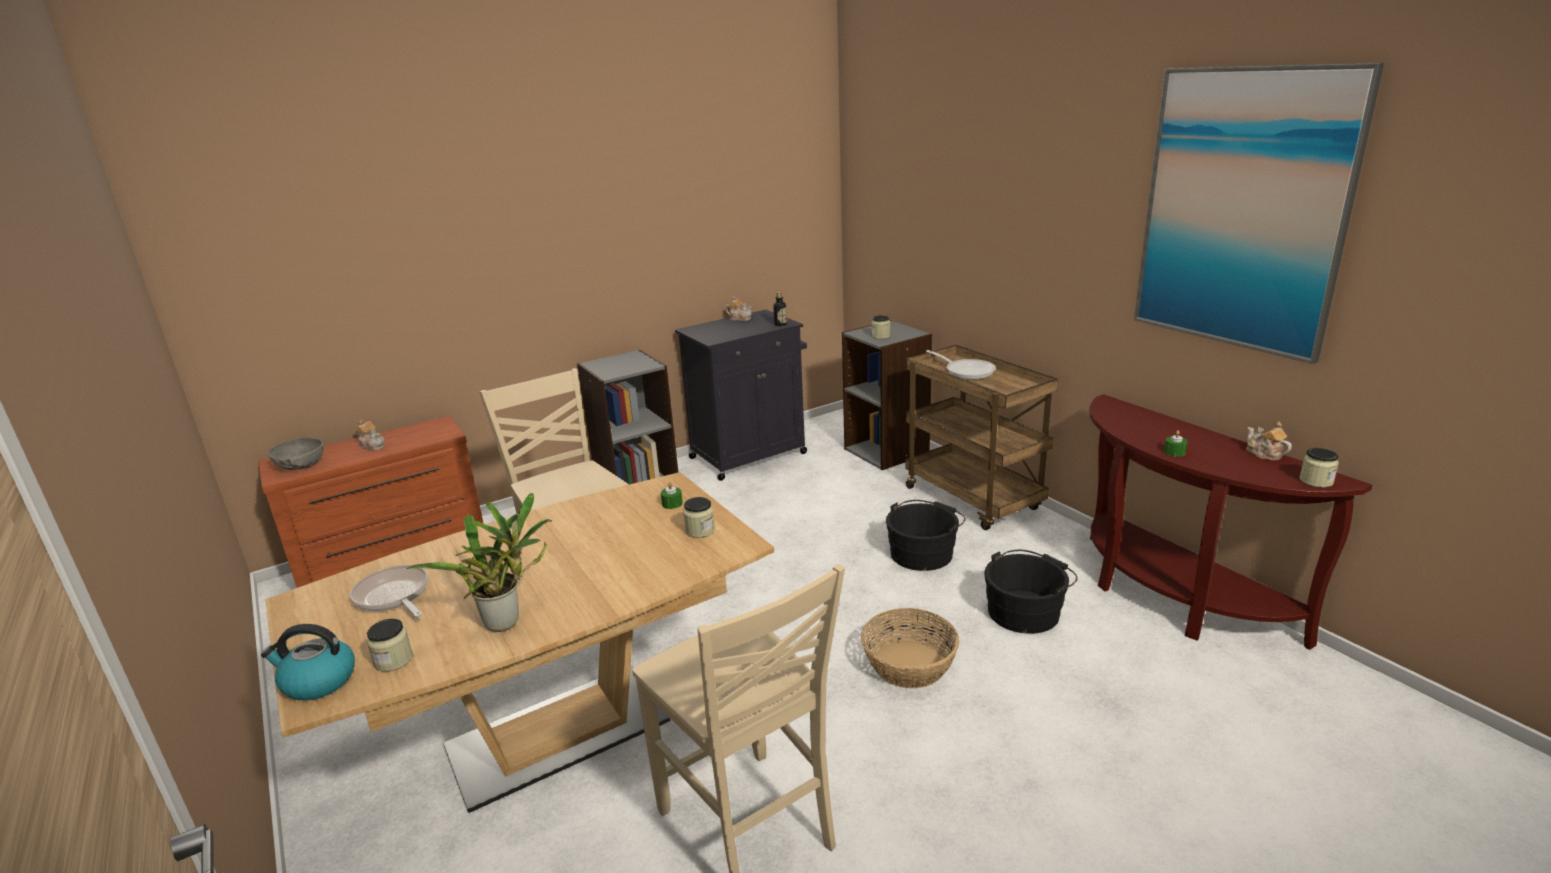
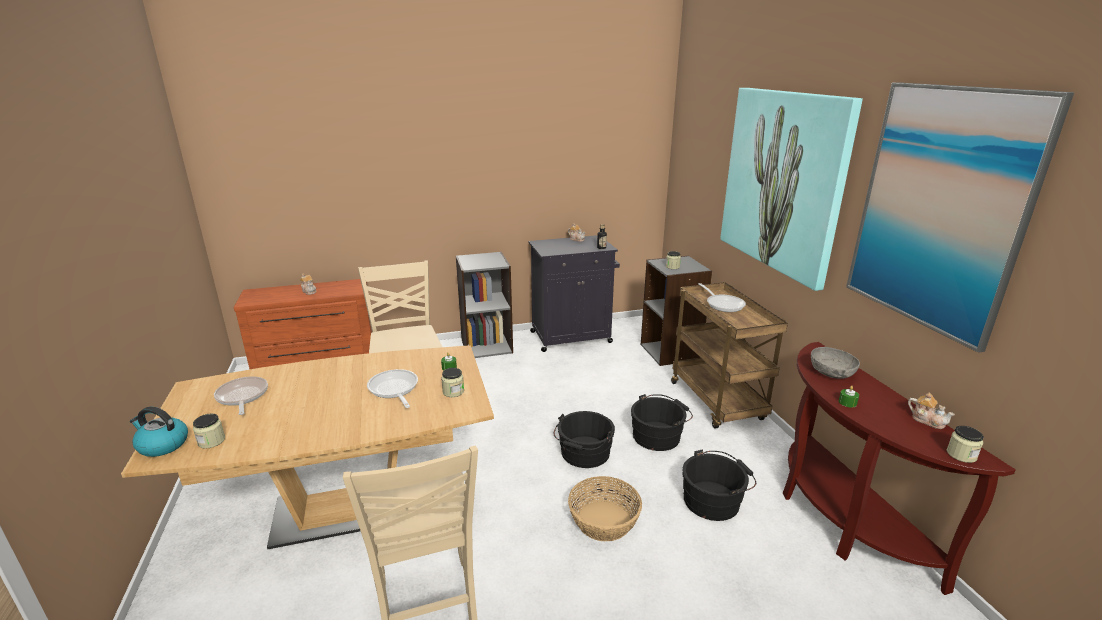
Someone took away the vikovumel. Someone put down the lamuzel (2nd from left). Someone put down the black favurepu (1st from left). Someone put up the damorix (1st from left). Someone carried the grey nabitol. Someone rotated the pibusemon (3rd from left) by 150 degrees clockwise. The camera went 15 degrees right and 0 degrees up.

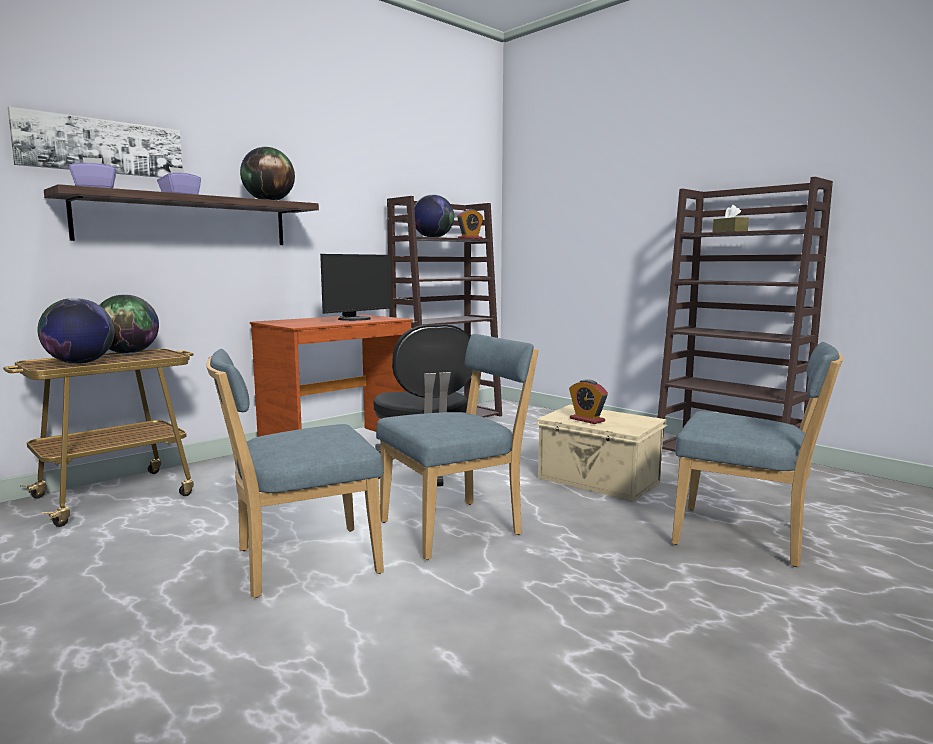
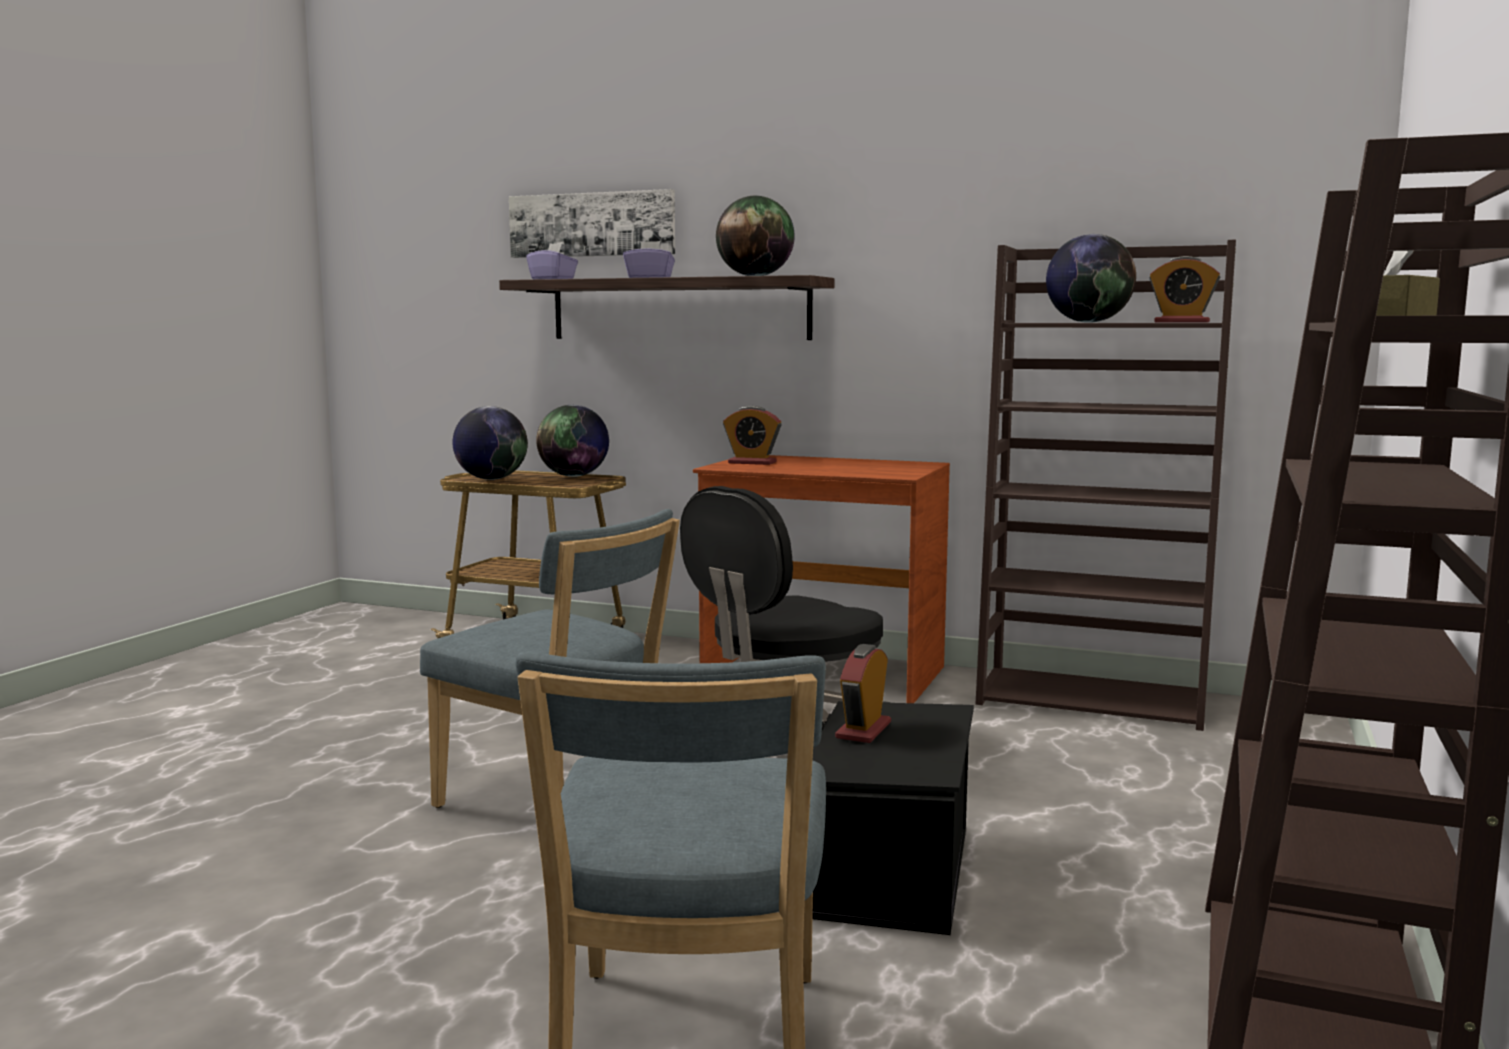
Someone took away the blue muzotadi (1st from left). Someone took away the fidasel. Someone put down the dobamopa (1st from left). Someone repainted the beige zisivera, which became the black zisivera. The camera went 65 degrees right and 0 degrees up.

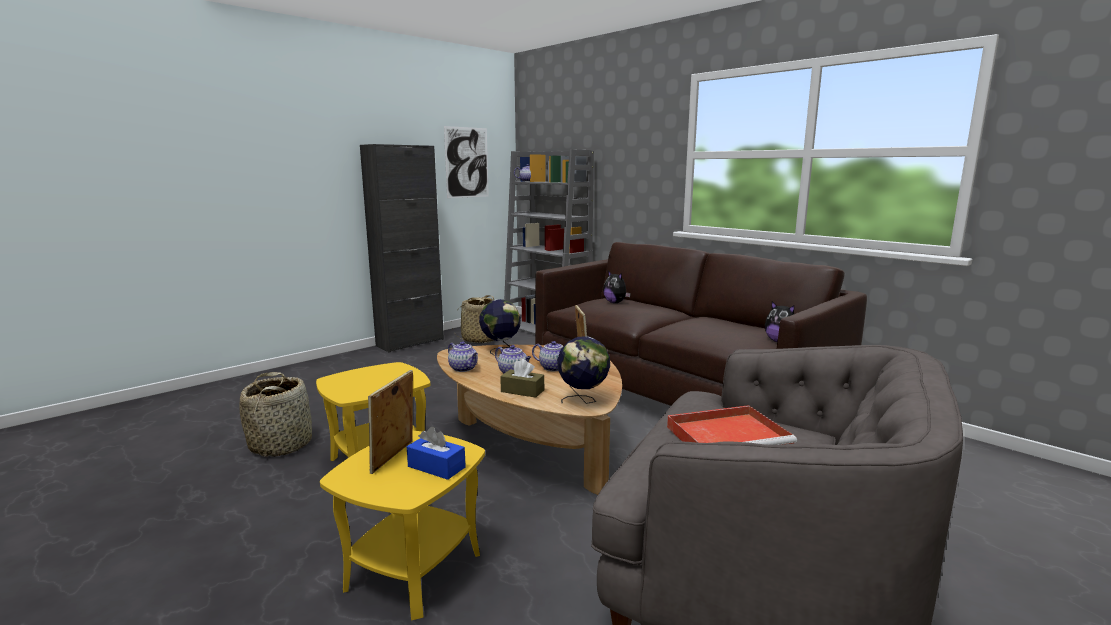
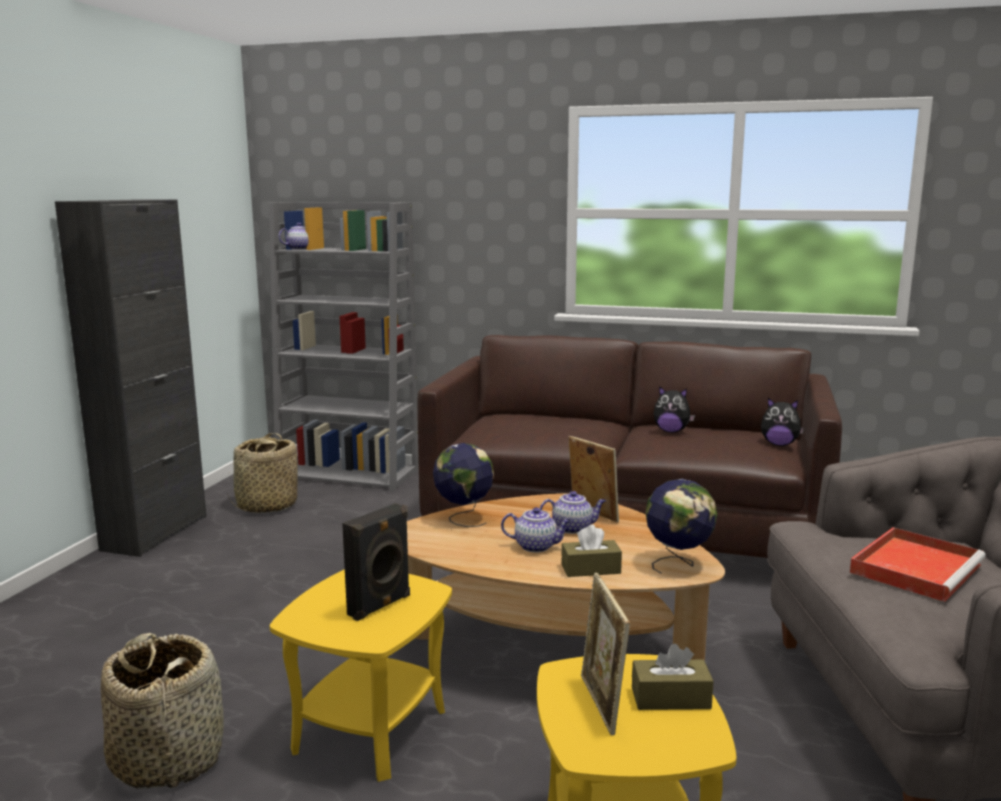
Someone took away the damorix. Someone took away the pibusemon (1st from left). Someone put down the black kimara. Someone carried the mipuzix (1st from left). Someone repainted the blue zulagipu, which became the brown zulagipu (2nd from left). The camera went 30 degrees left and 0 degrees up.

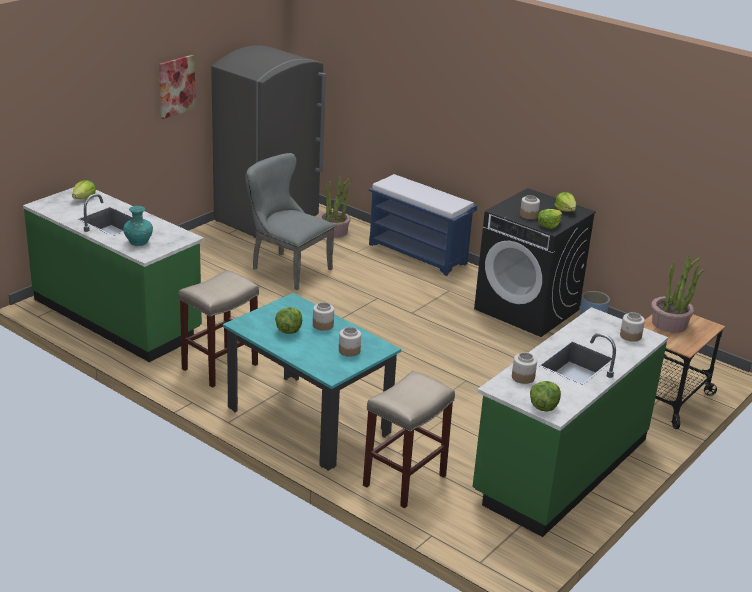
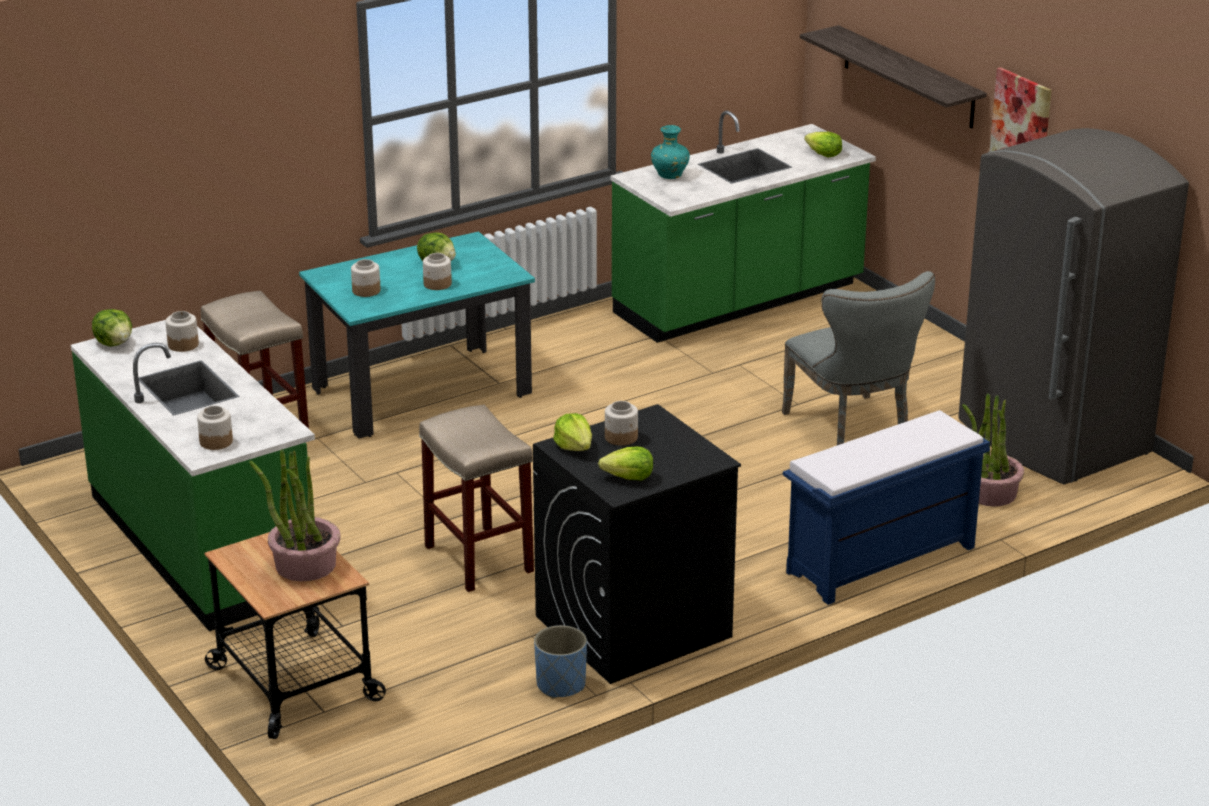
Someone put up the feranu. Someone carried the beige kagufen (1st from left in the first image). Someone rotated the grey muzotadi by 105 degrees clockwise. The camera went 110 degrees right and 0 degrees up.

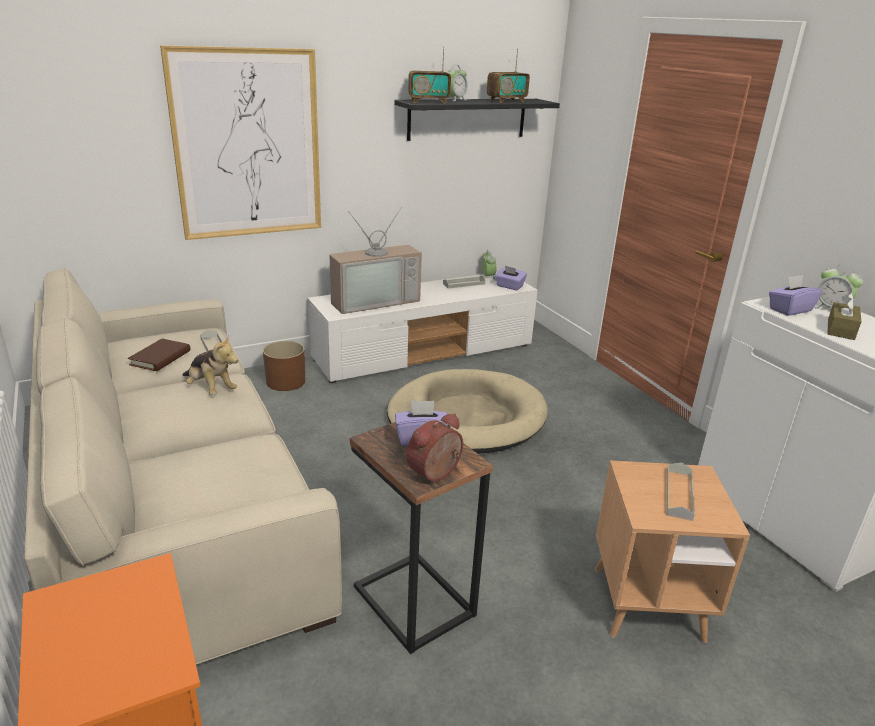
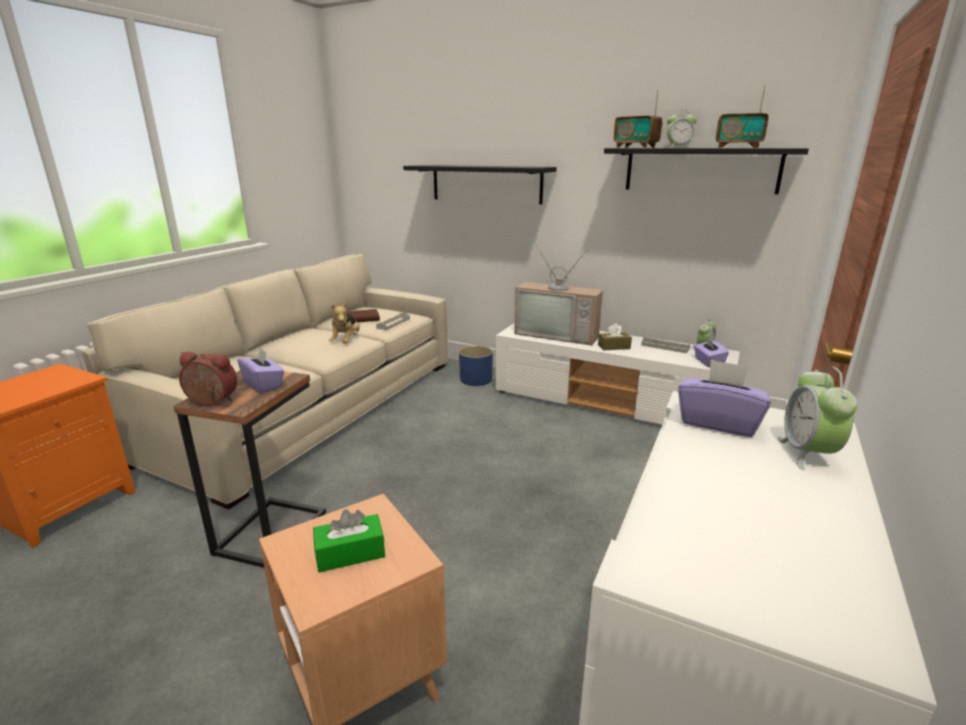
Someone took away the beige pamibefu. Someone carried the brown zulagipu. Someone swapped the damorix for the black feranu (1st from left). Someone swapped the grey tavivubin (3rd from left) for the green zulagipu. Someone repainted the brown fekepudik, which became the blue fekepudik. The camera went 55 degrees right and 5 degrees down.

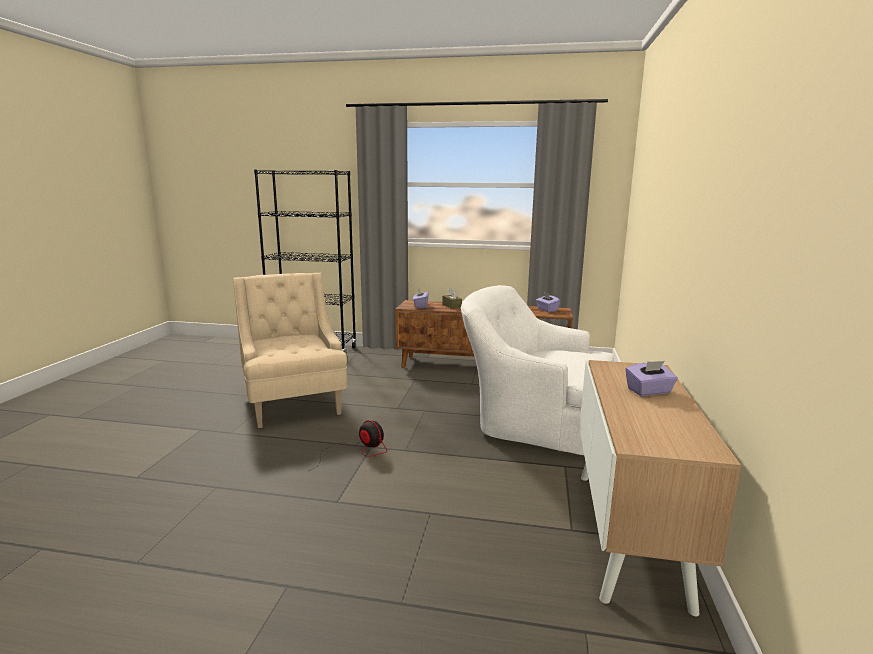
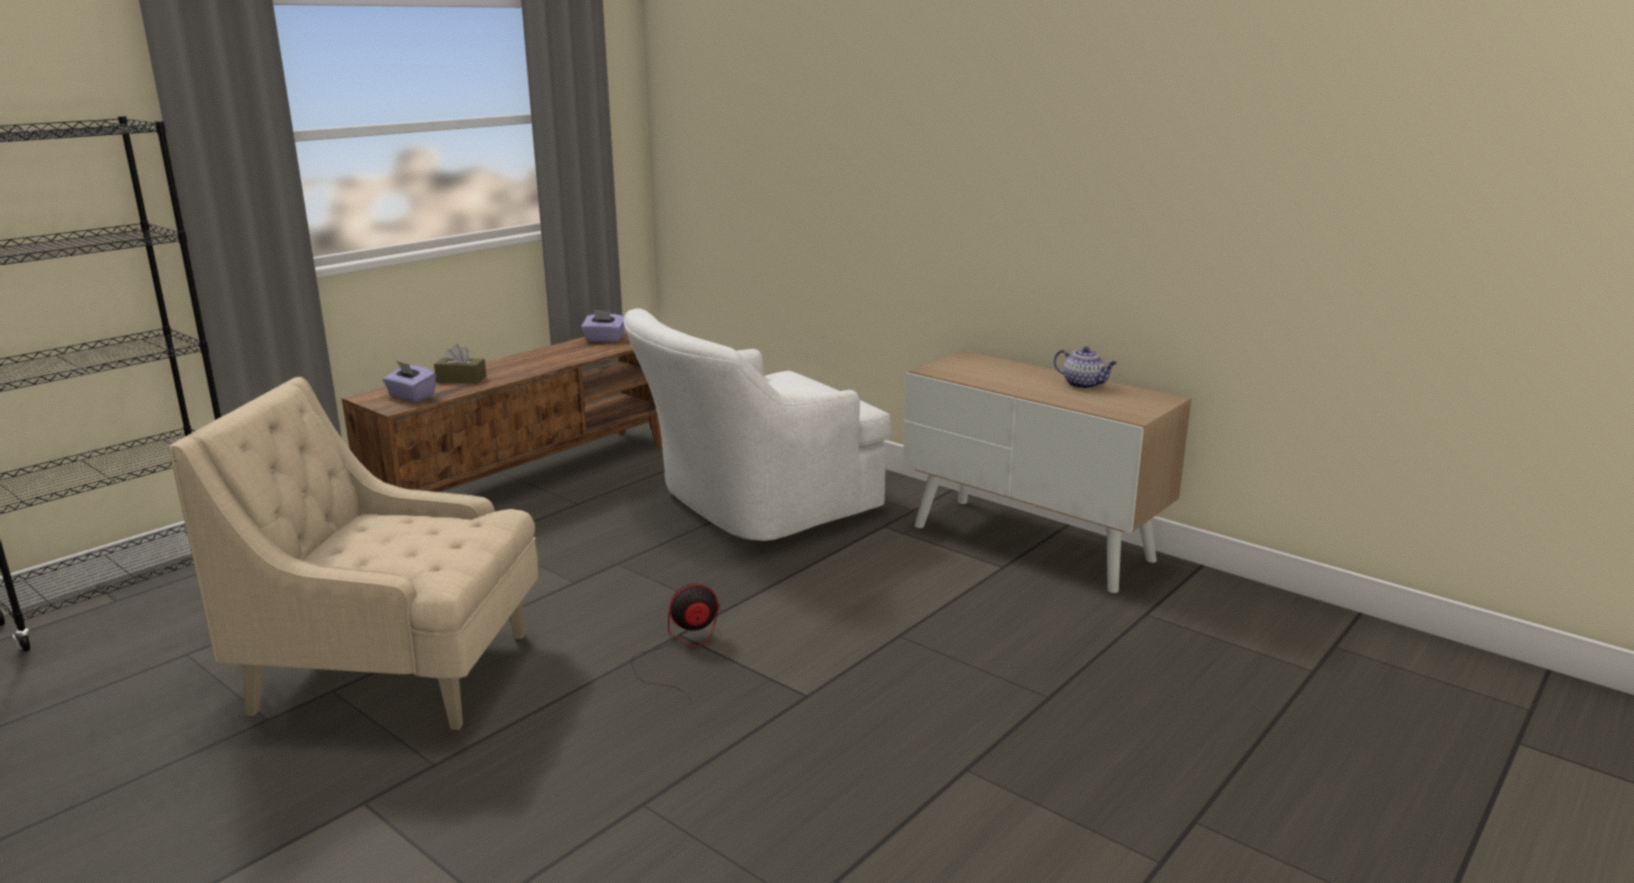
Someone took away the purple zulagipu (3rd from left). Someone put down the pibusemon. The camera went 60 degrees left and 5 degrees up.

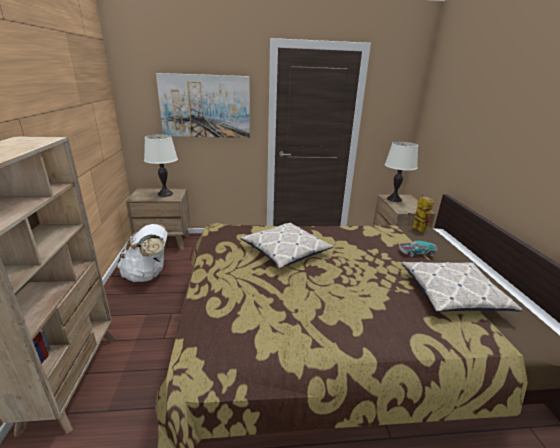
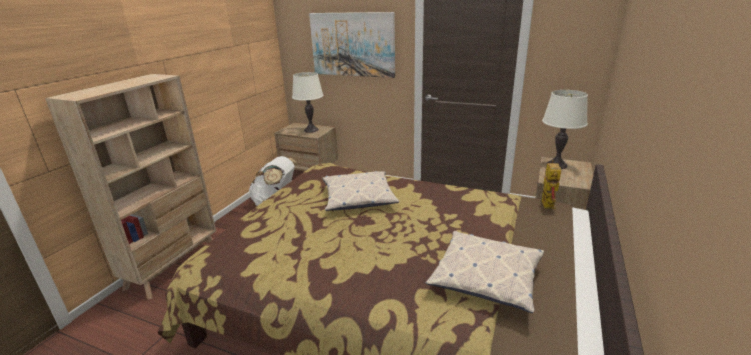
Someone took away the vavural. The camera went 30 degrees right and 0 degrees up.

